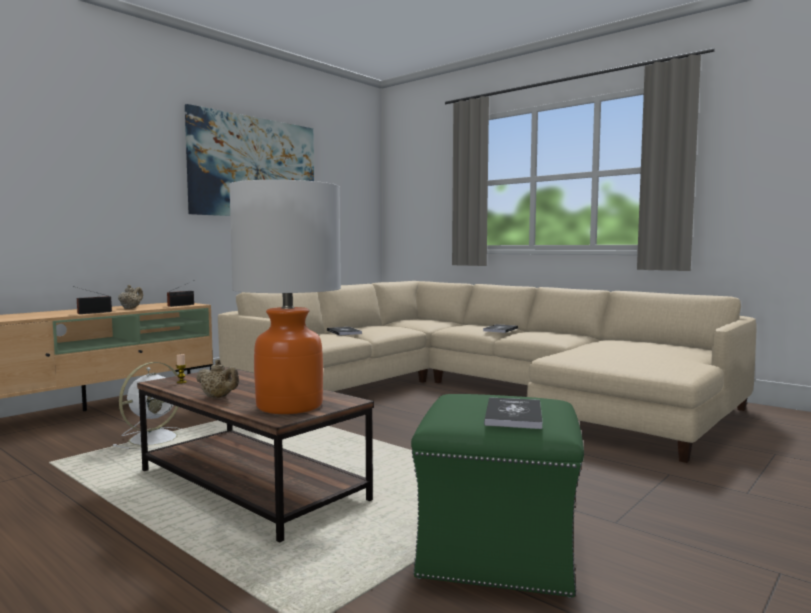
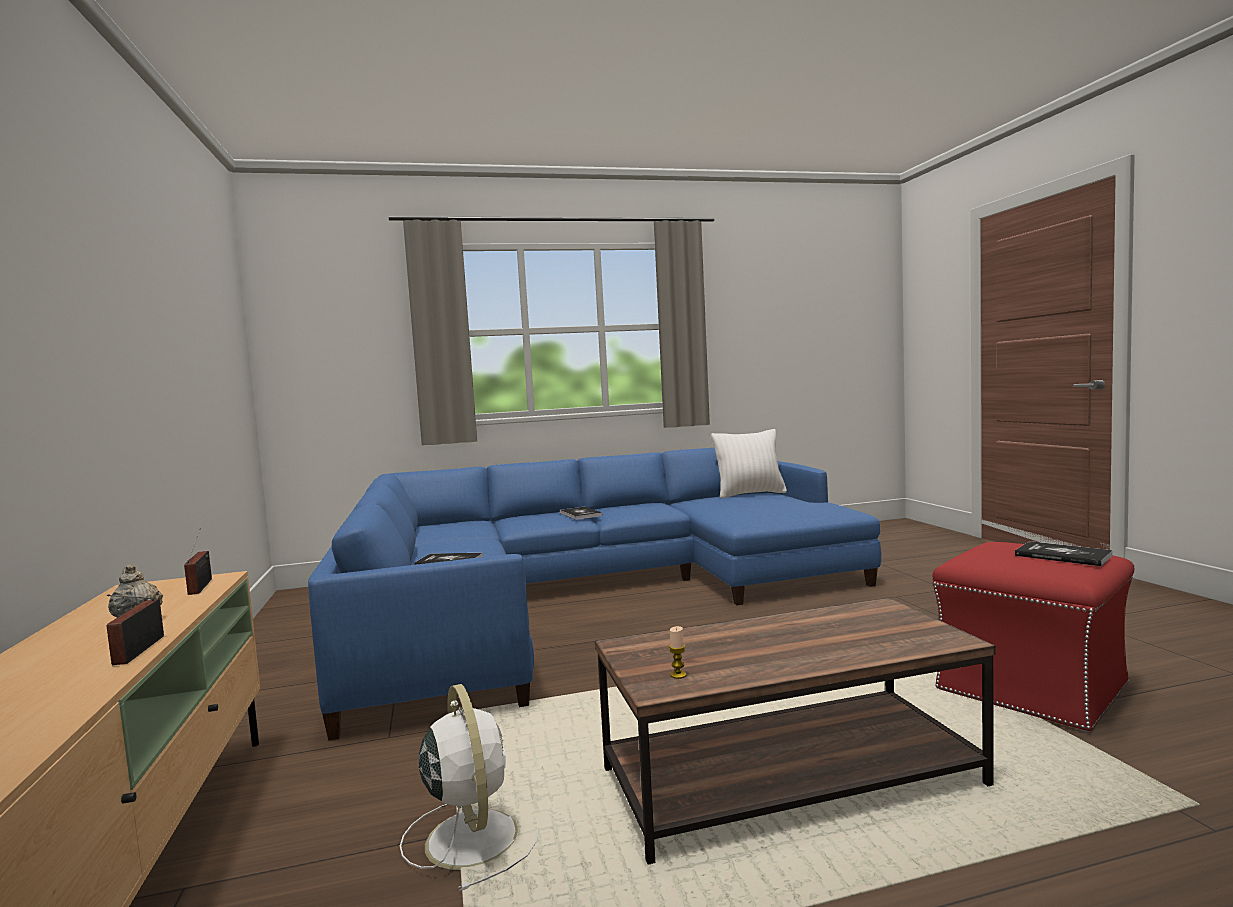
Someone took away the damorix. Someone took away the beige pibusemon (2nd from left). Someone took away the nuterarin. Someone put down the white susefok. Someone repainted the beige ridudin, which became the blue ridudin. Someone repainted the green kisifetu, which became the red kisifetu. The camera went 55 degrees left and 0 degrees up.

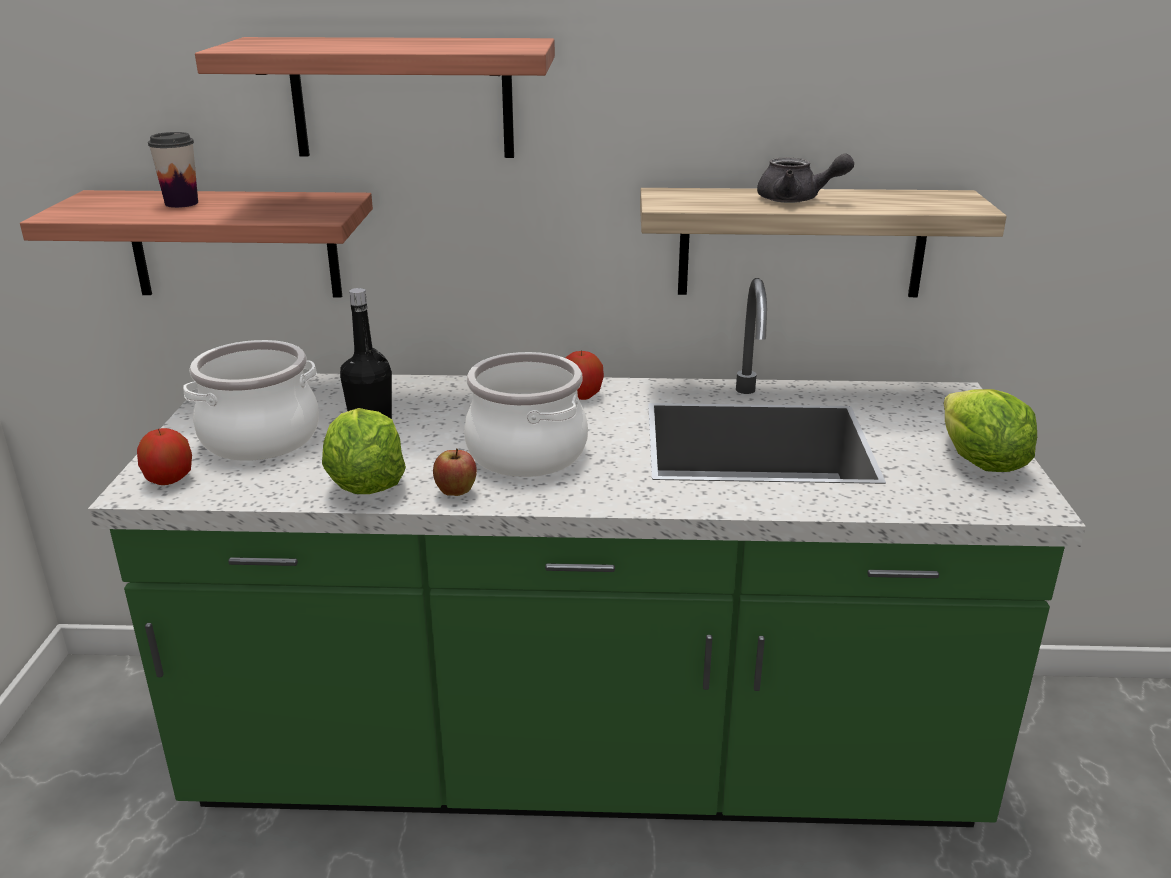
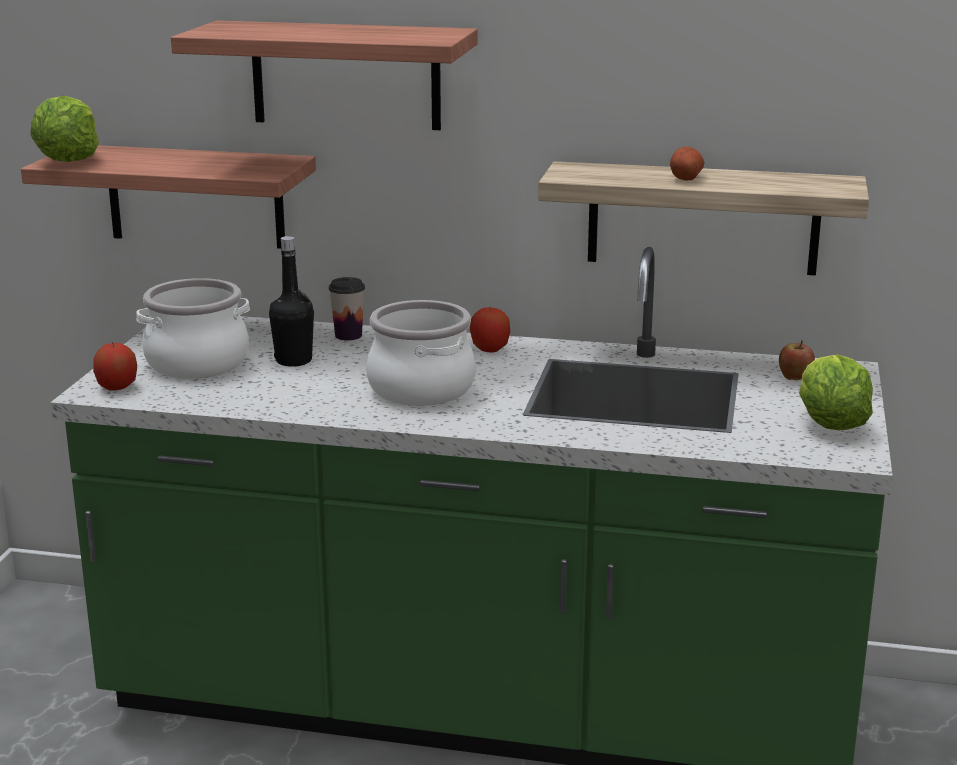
Someone carried the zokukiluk. Someone carried the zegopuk (1st from left). Someone carried the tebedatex (2nd from left in the first image). Someone swapped the grey pibusemon for the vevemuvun. The camera went 10 degrees right and 5 degrees down.

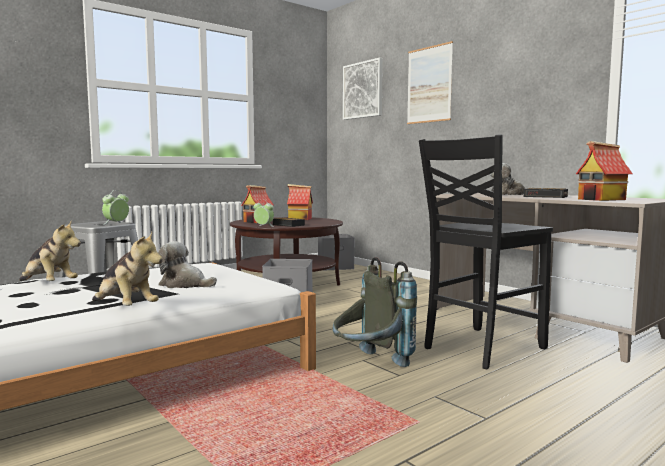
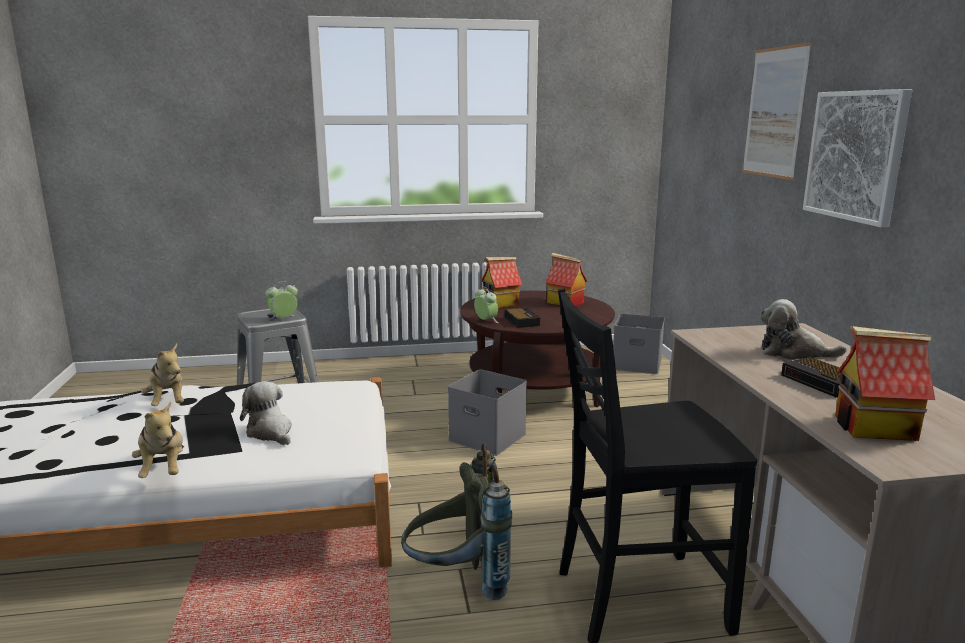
Someone carried the damorix (1st from left in the first image). The camera went 30 degrees right and 10 degrees up.

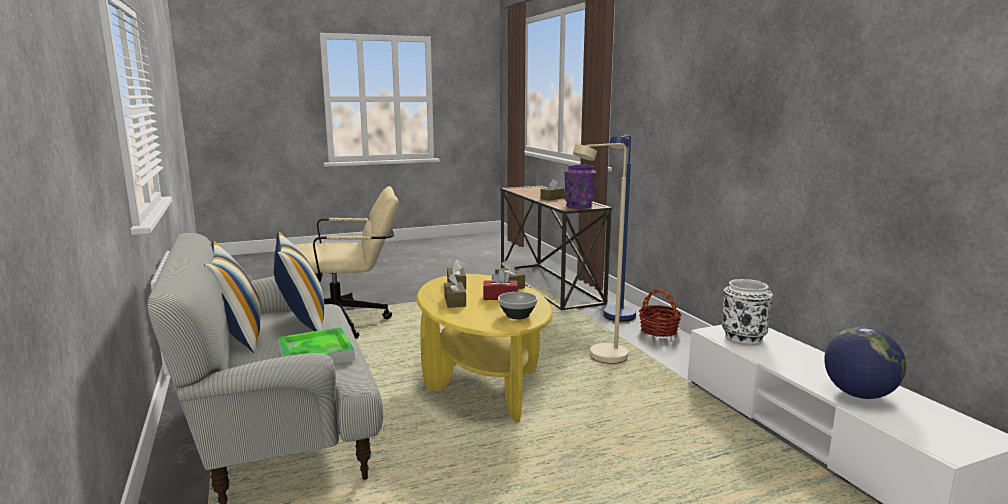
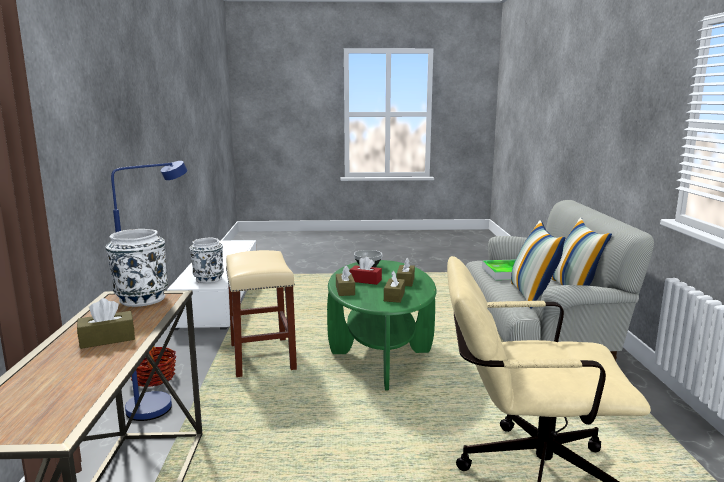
Someone took away the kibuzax. Someone swapped the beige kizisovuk for the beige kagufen. Someone repainted the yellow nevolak, which became the green nevolak. Someone repainted the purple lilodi, which became the white lilodi (1st from left). The camera went 160 degrees left and 0 degrees up.

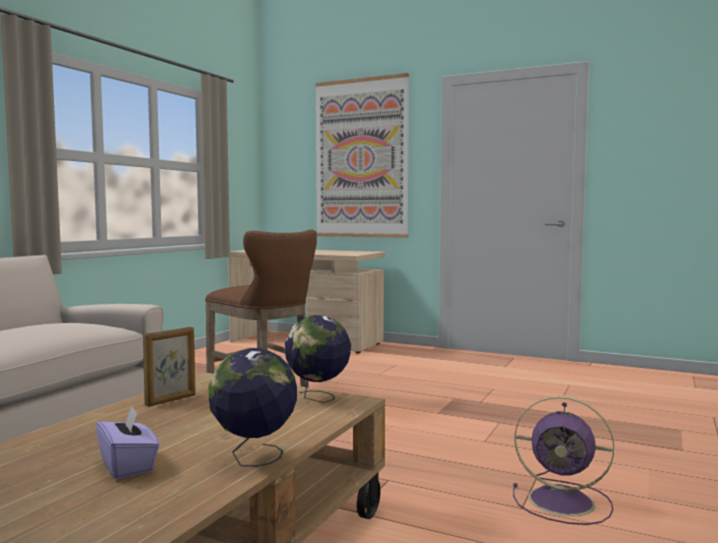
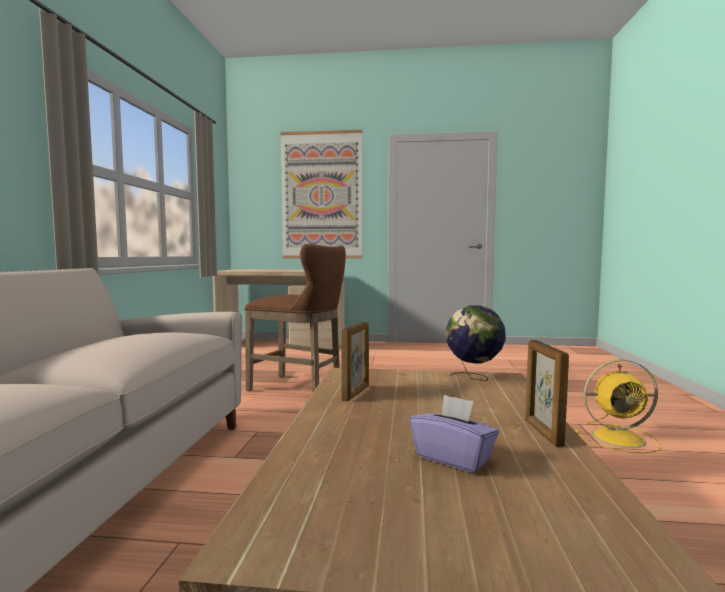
Someone swapped the kibuzax (1st from left) for the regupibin (2nd from left). Someone repainted the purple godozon, which became the yellow godozon. The camera went 20 degrees left and 0 degrees up.

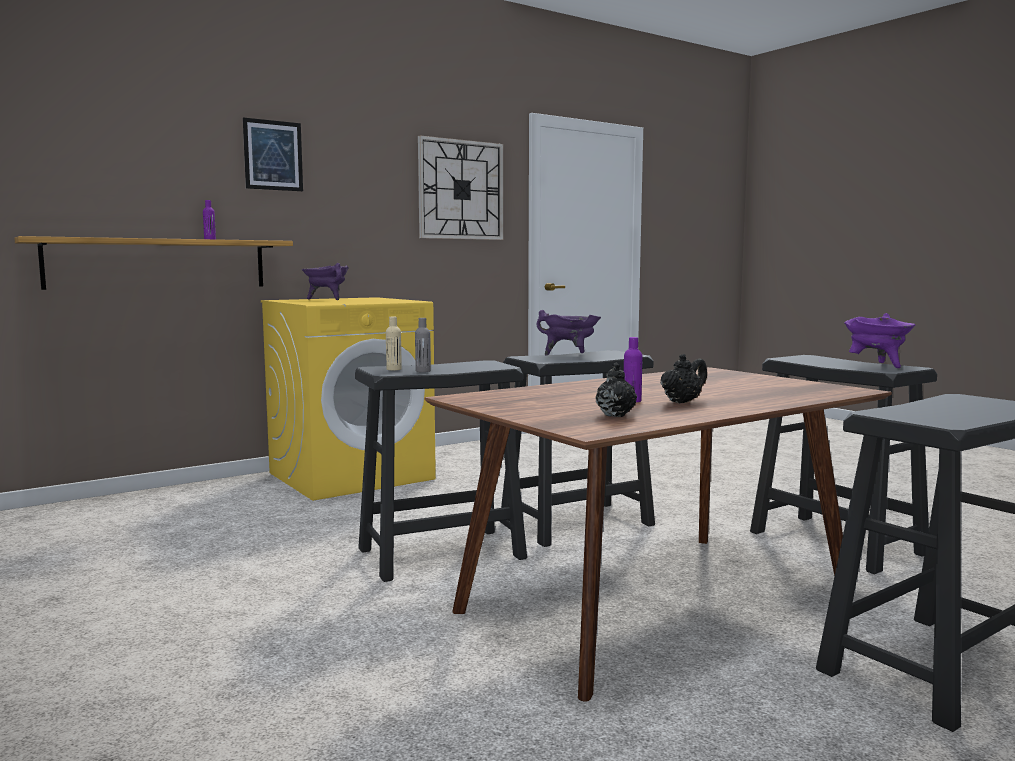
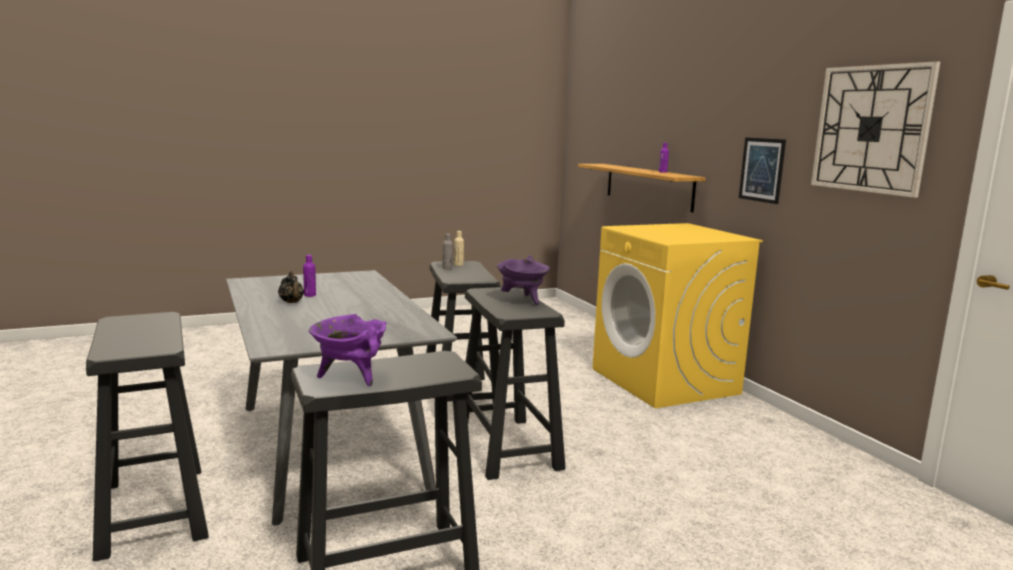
Someone took away the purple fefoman (1st from left). Someone took away the black pibusemon (1st from left). Someone carried the damorix. Someone repainted the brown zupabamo, which became the grey zupabamo. The camera went 100 degrees right and 5 degrees up.

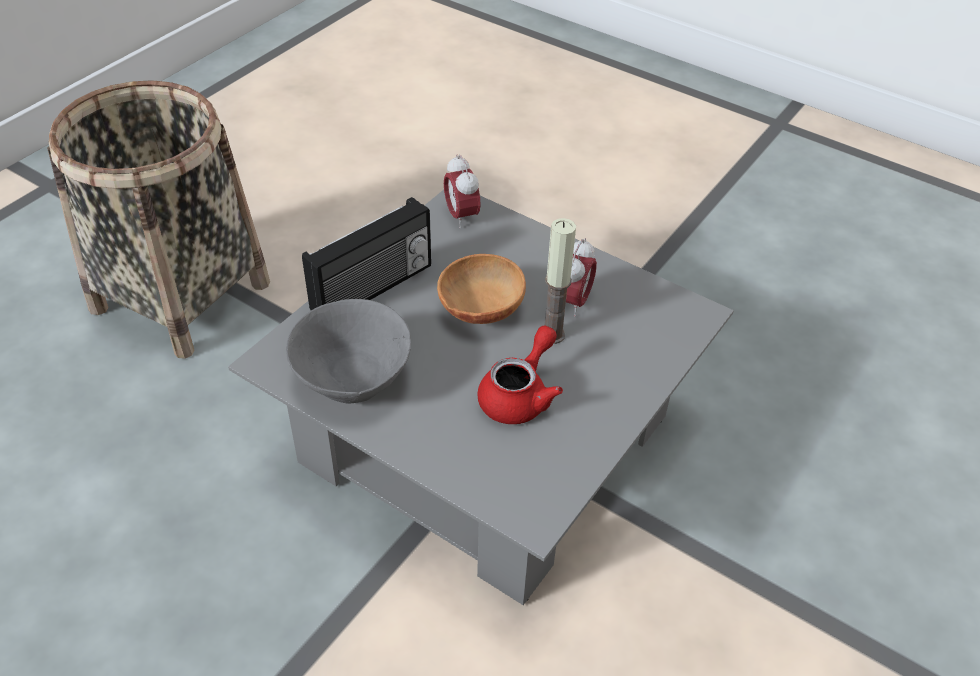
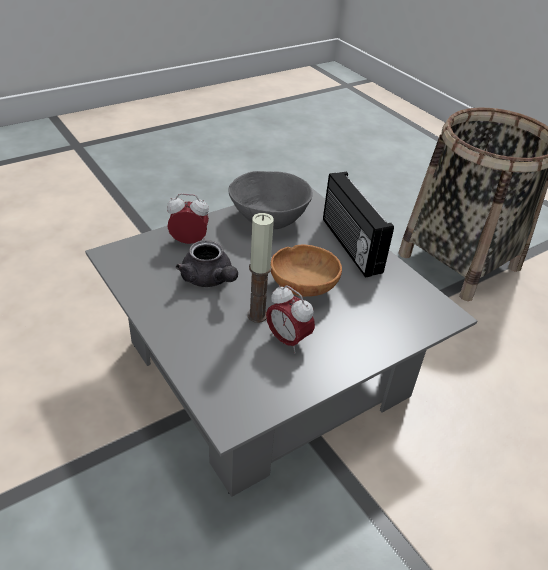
Someone carried the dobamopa (1st from left). Someone repainted the red pibusemon, which became the grey pibusemon. The camera went 110 degrees right and 5 degrees down.

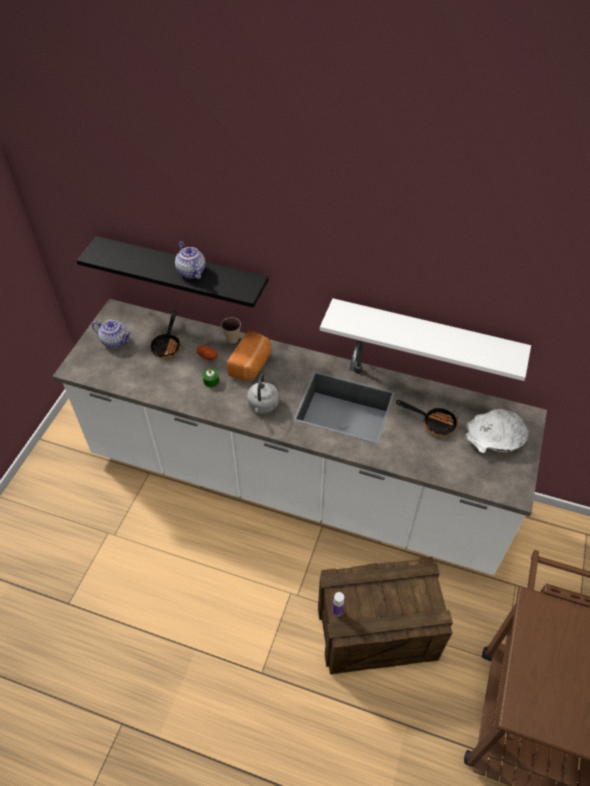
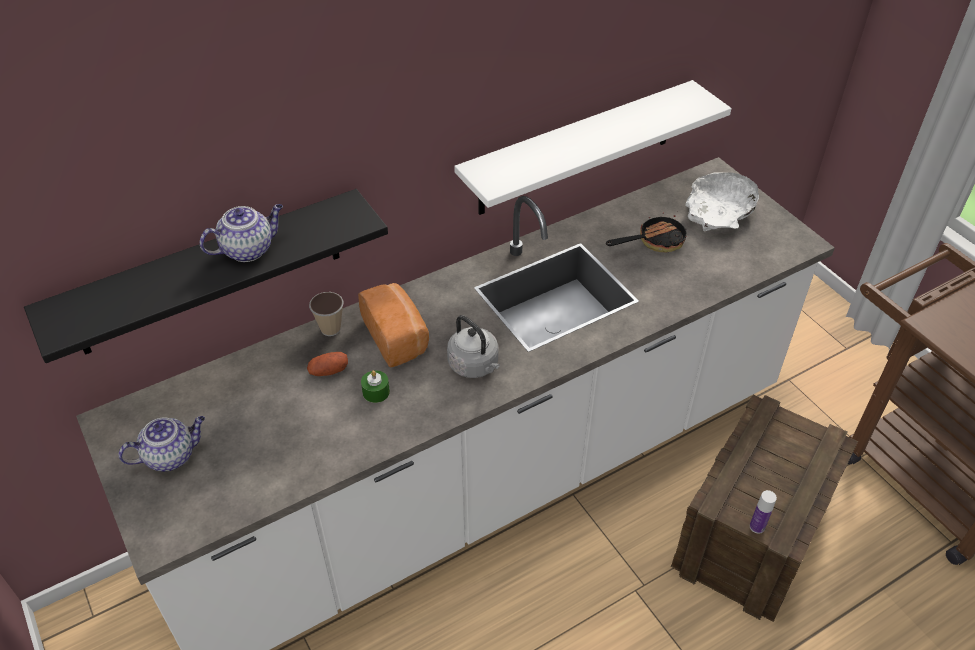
Someone took away the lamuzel (1st from left). Someone rotated the pibusemon (2nd from left) by 135 degrees clockwise. The camera went 50 degrees left and 5 degrees down.

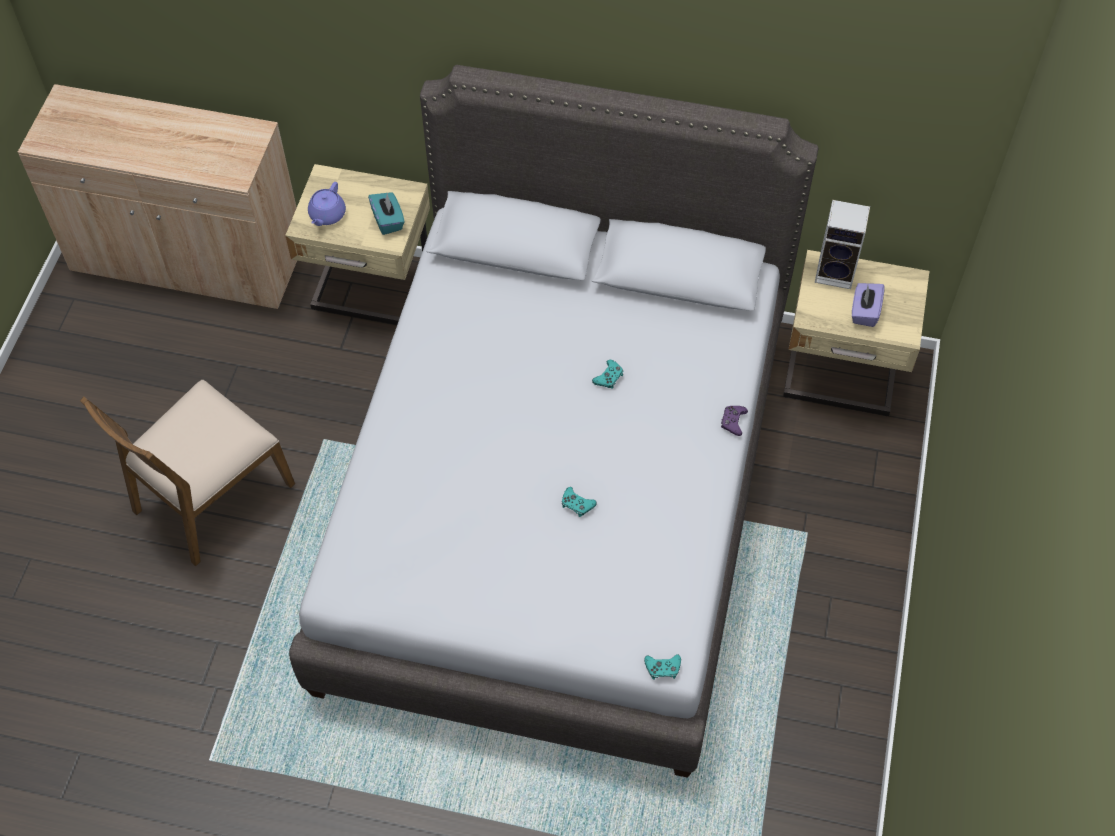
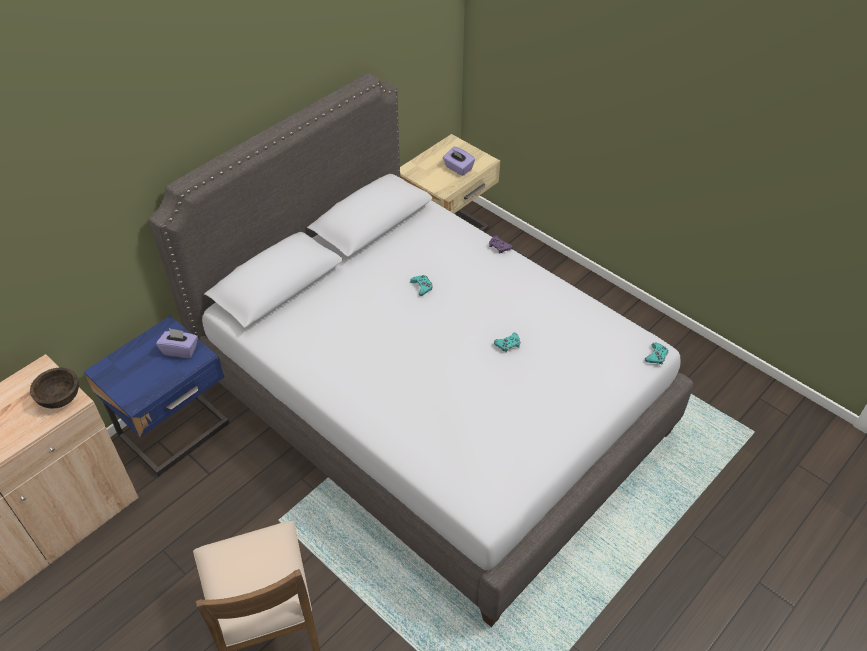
Someone took away the purple pibusemon. Someone took away the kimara. Someone put down the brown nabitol. Someone repainted the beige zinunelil (1st from left), which became the blue zinunelil. Someone repainted the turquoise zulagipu, which became the purple zulagipu (1st from left). The camera went 60 degrees left and 10 degrees down.

